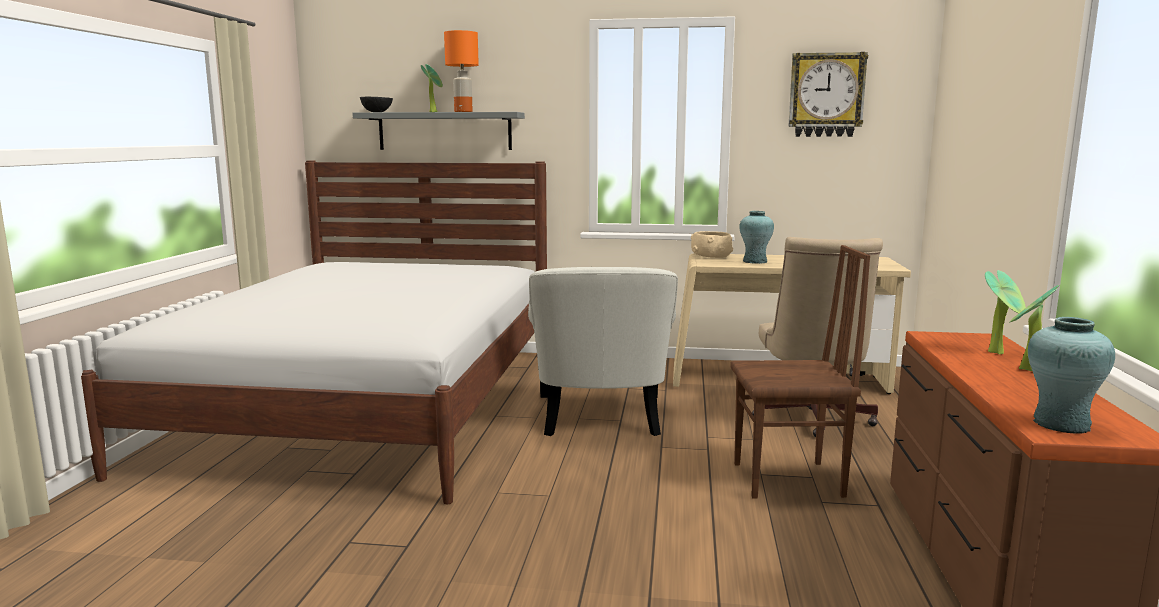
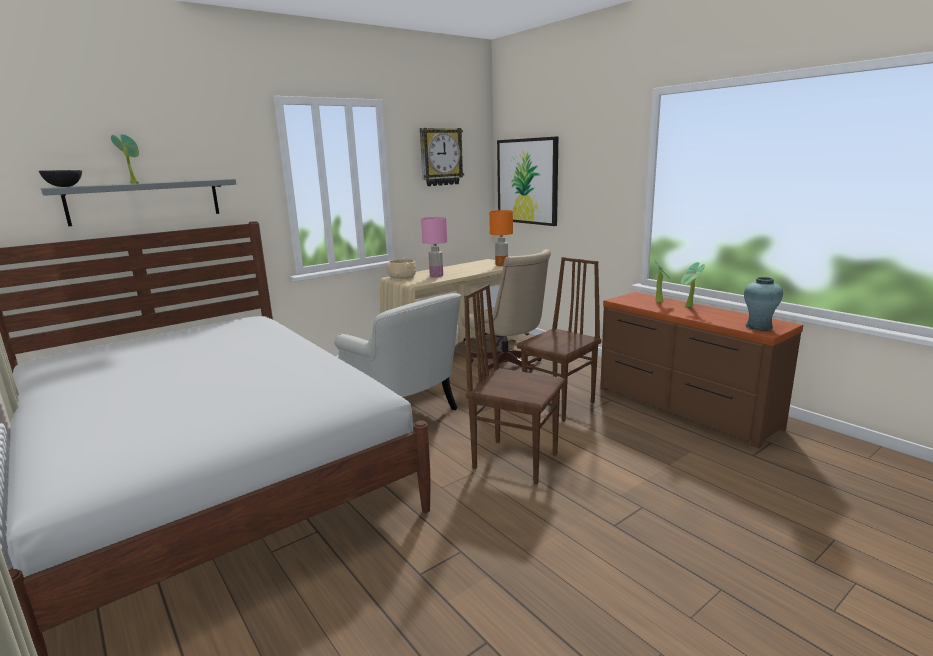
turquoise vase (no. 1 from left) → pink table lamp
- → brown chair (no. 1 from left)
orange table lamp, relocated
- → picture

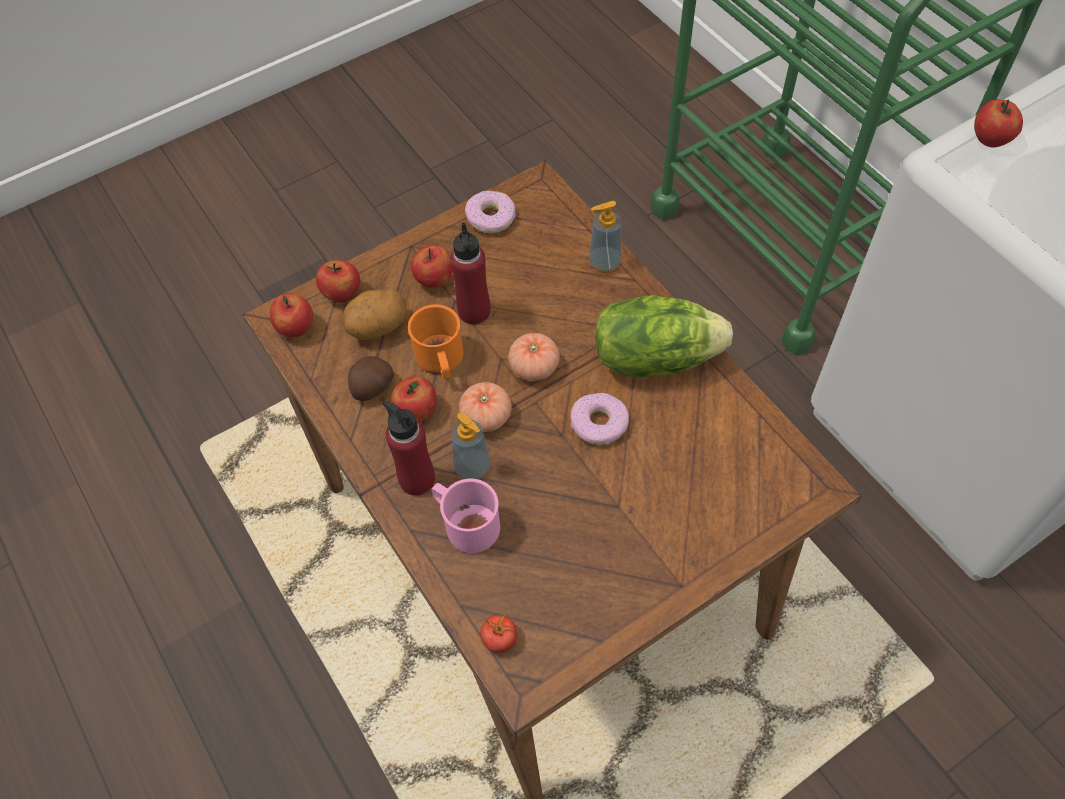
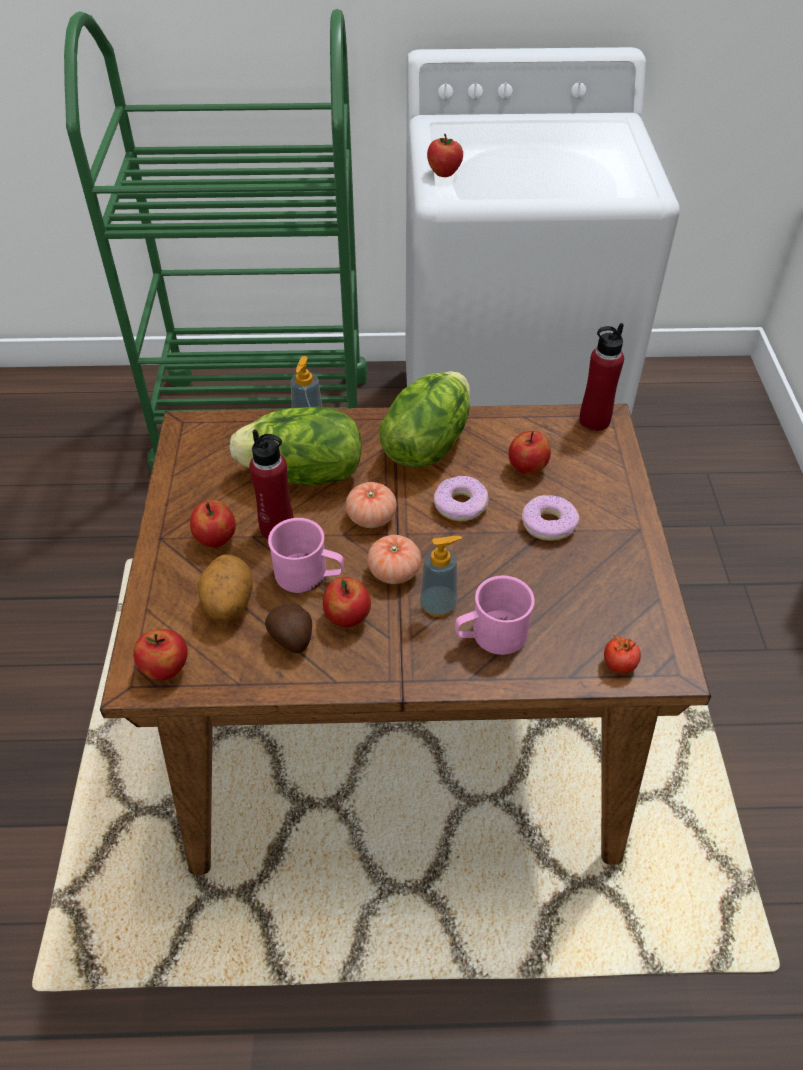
- → lettuce (no. 1 from left)
orange mug → pink mug (no. 1 from left)
apple (no. 2 from left in the first image) → apple (no. 5 from left), relocated
donut (no. 1 from left in the first image) → donut (no. 2 from left), relocated
red bottle (no. 1 from left in the first image) → red bottle (no. 2 from left), relocated

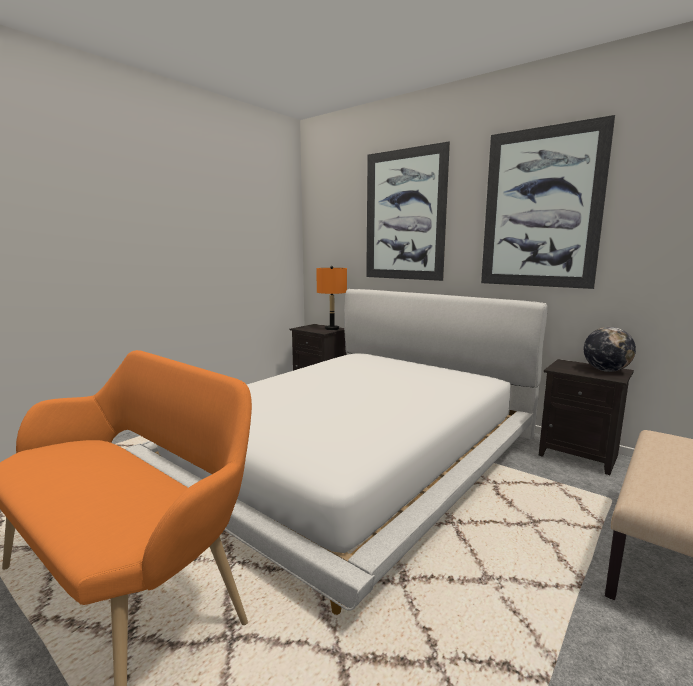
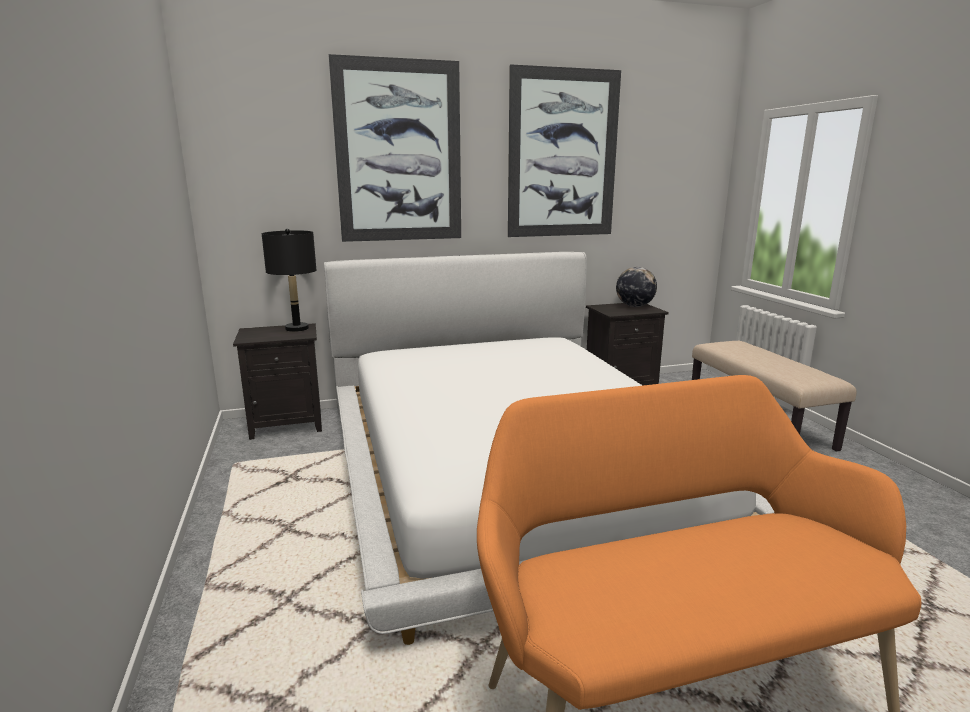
orange table lamp → black table lamp

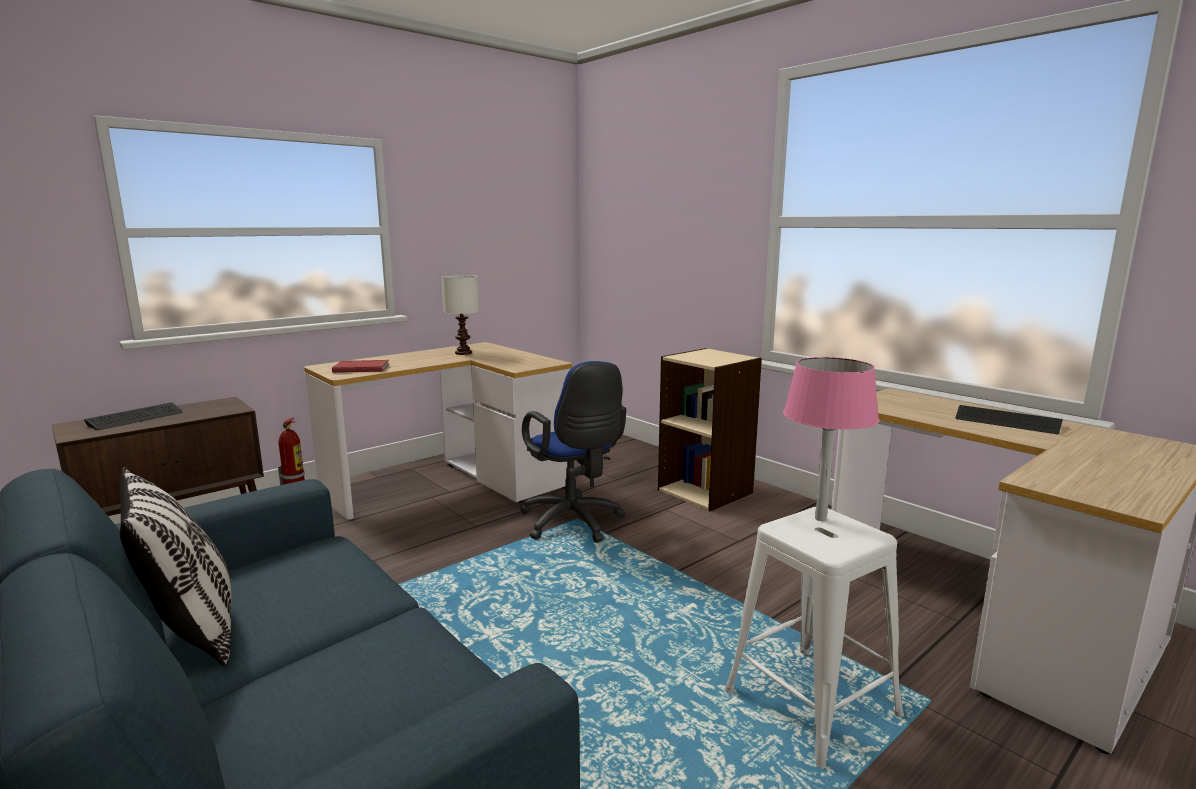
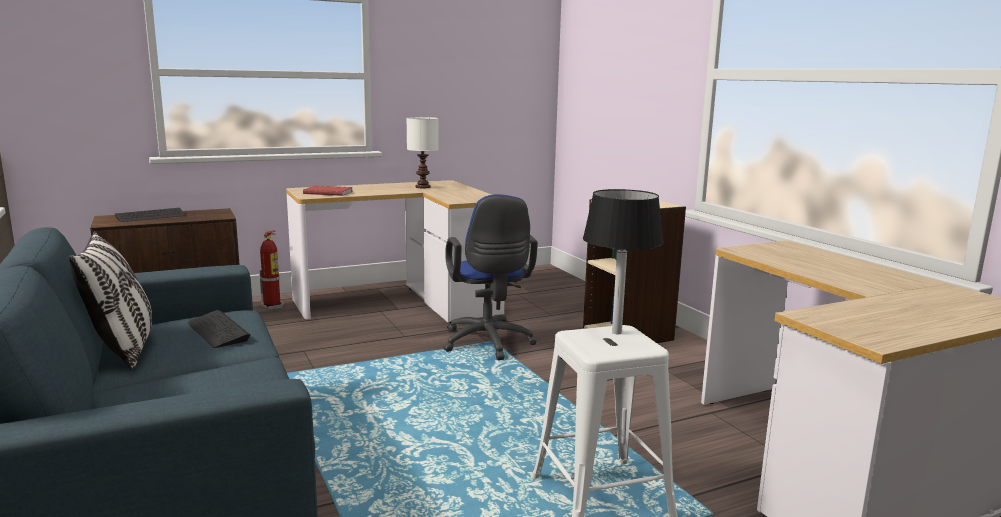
keyboard (no. 2 from left), relocated
pink table lamp → black table lamp

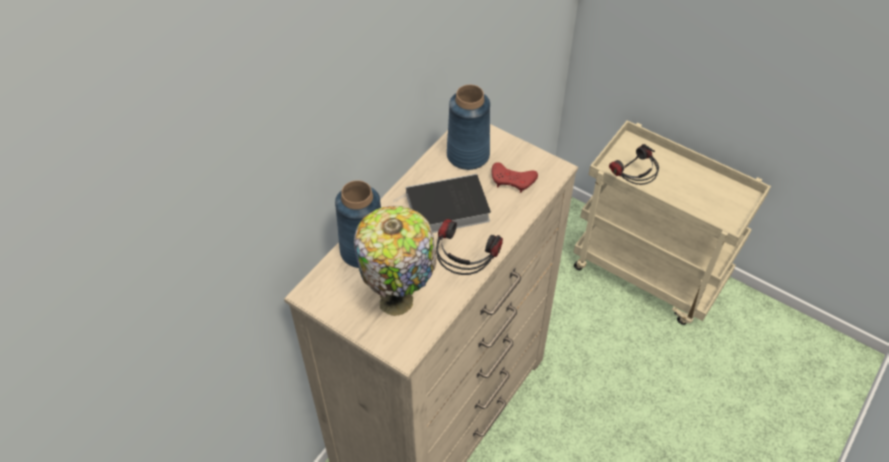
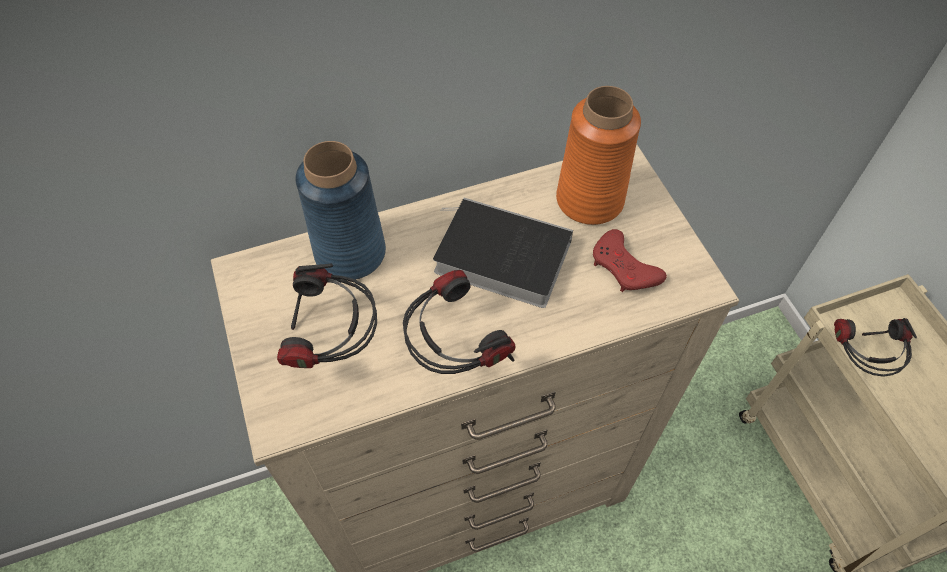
table lamp → headphones (no. 1 from left)
blue vase (no. 2 from left) → orange vase

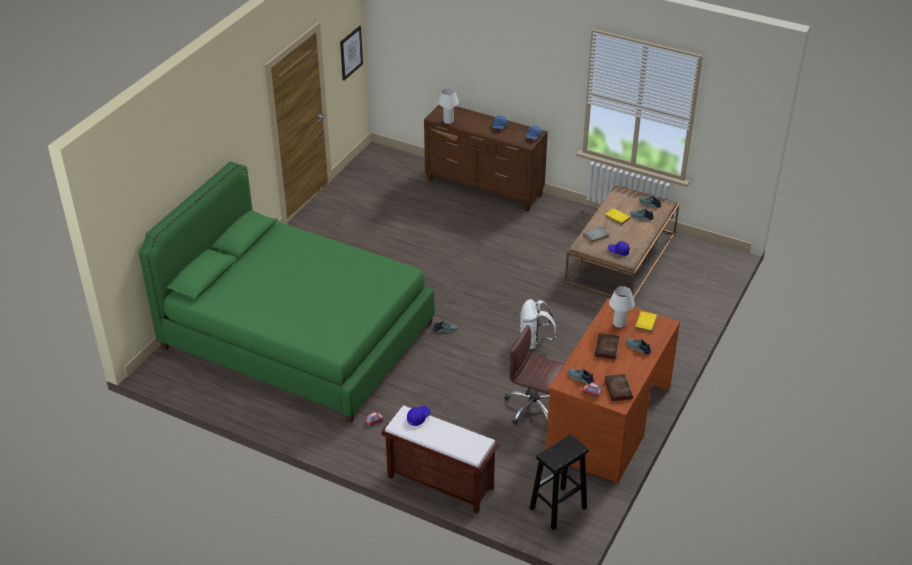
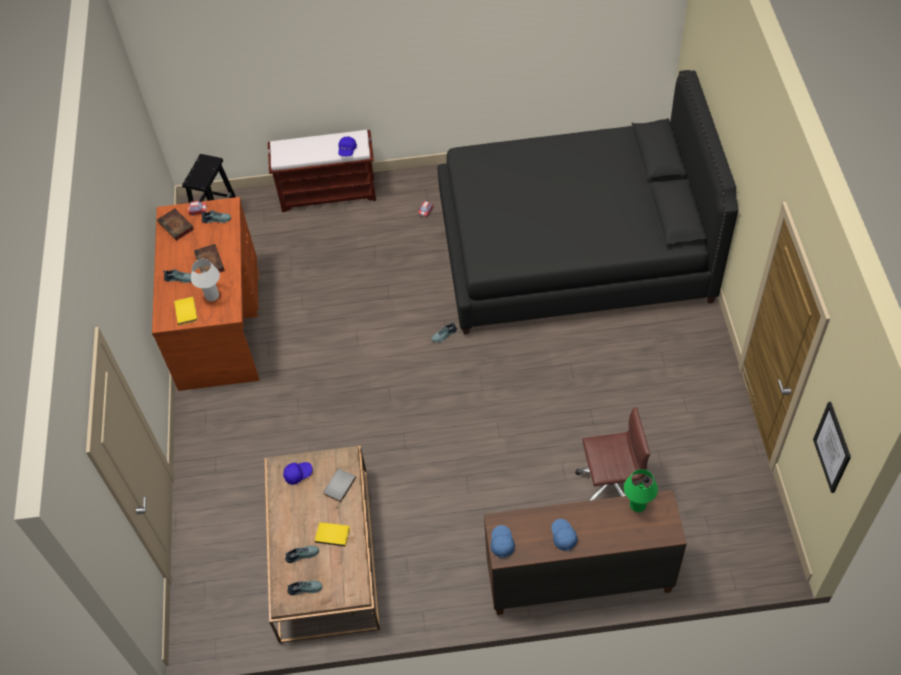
green bed → black bed
brown office chair, relocated
white table lamp (no. 1 from left) → green table lamp
white backpack → -

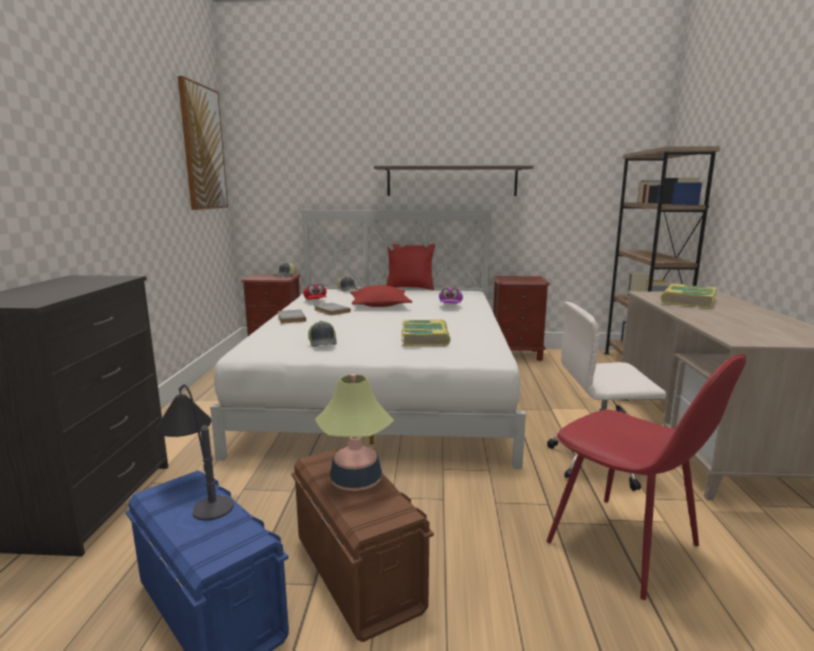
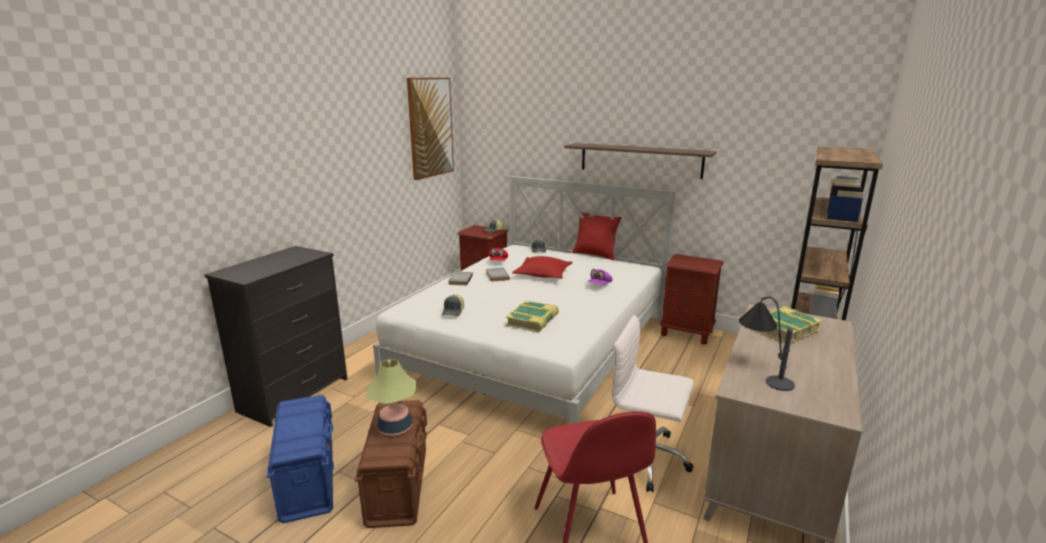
table lamp (no. 1 from left in the first image) → table lamp (no. 2 from left), relocated

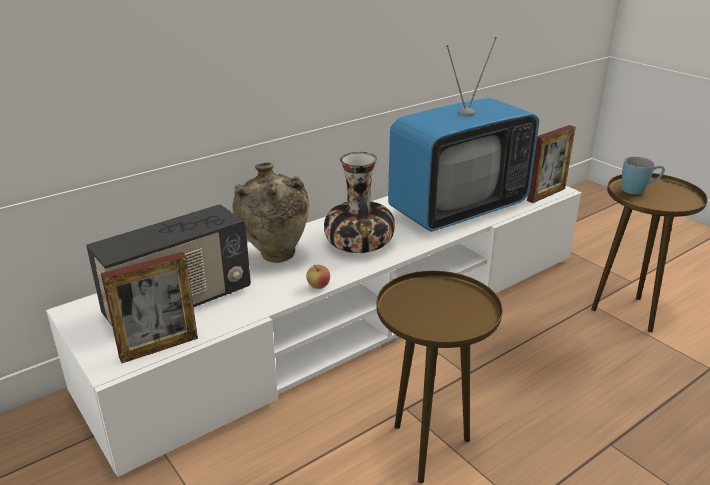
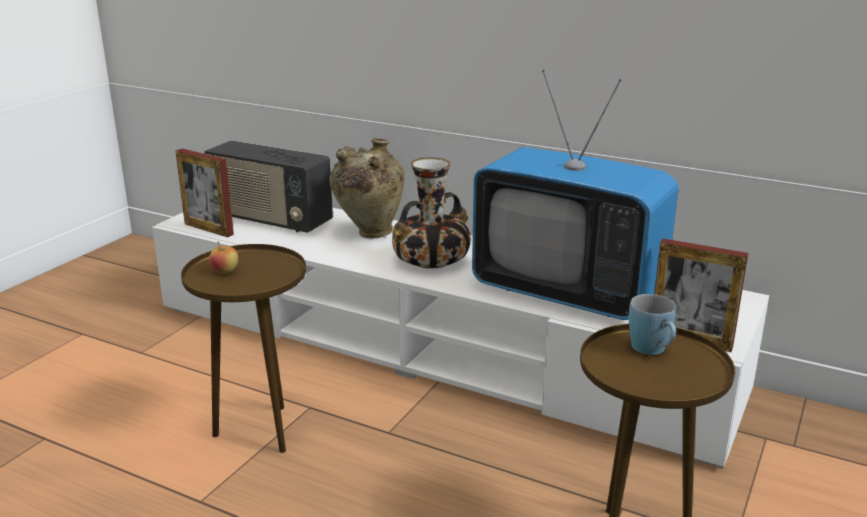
apple, relocated

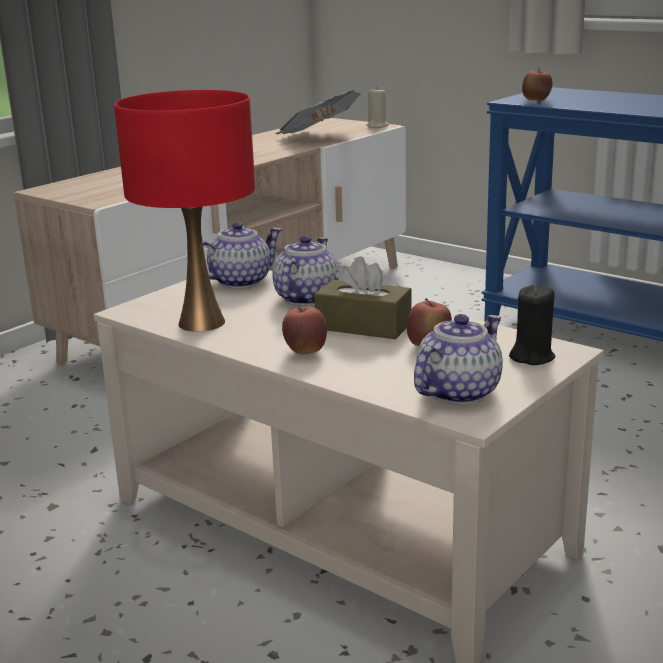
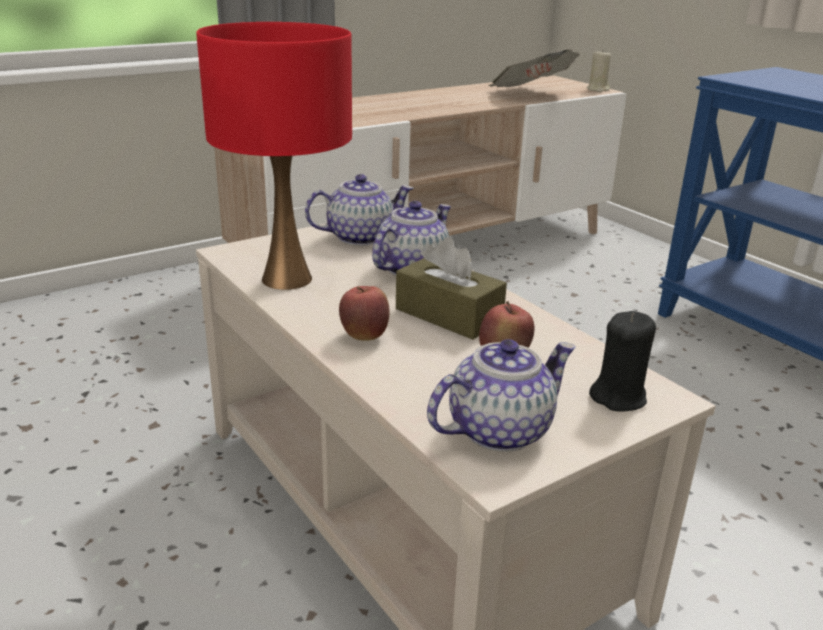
apple (no. 3 from left) → -

